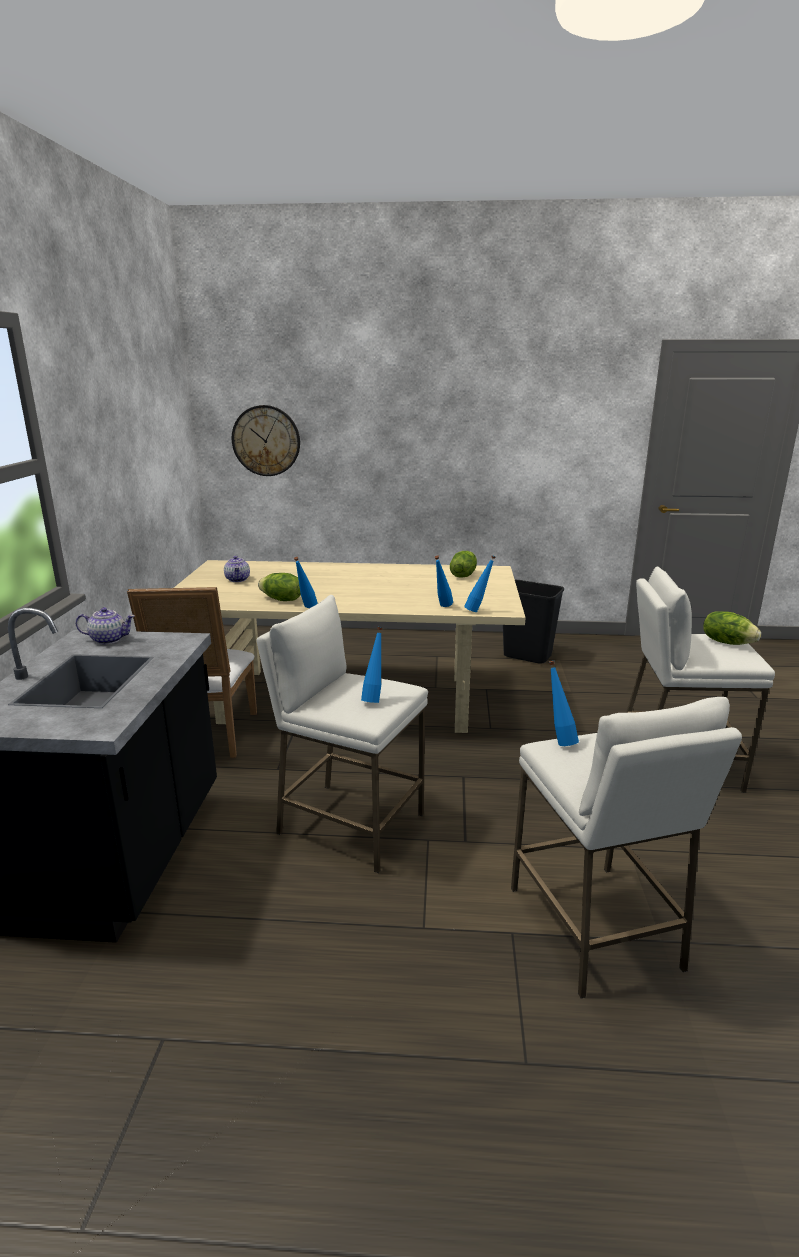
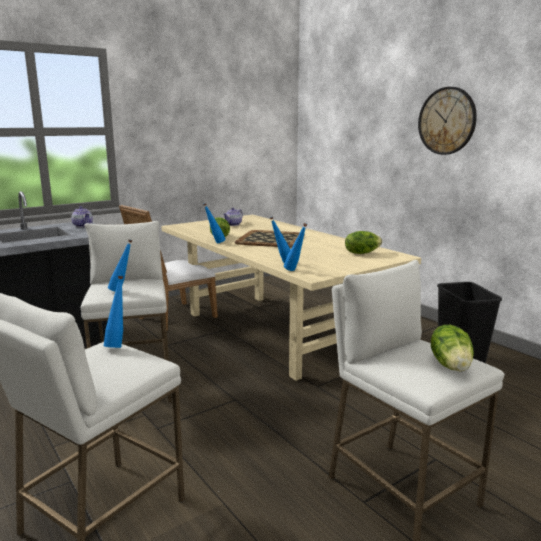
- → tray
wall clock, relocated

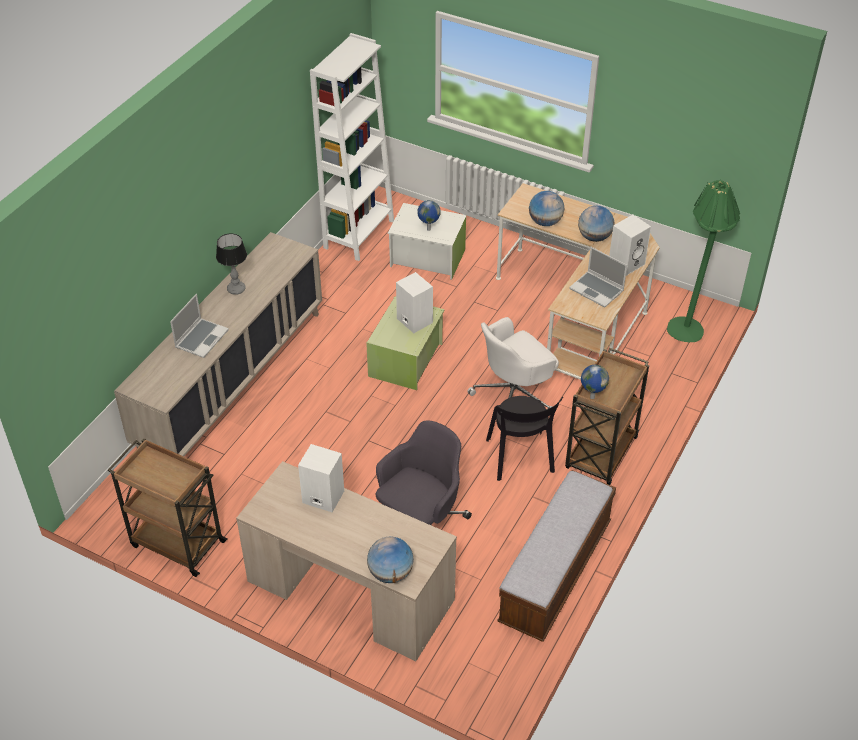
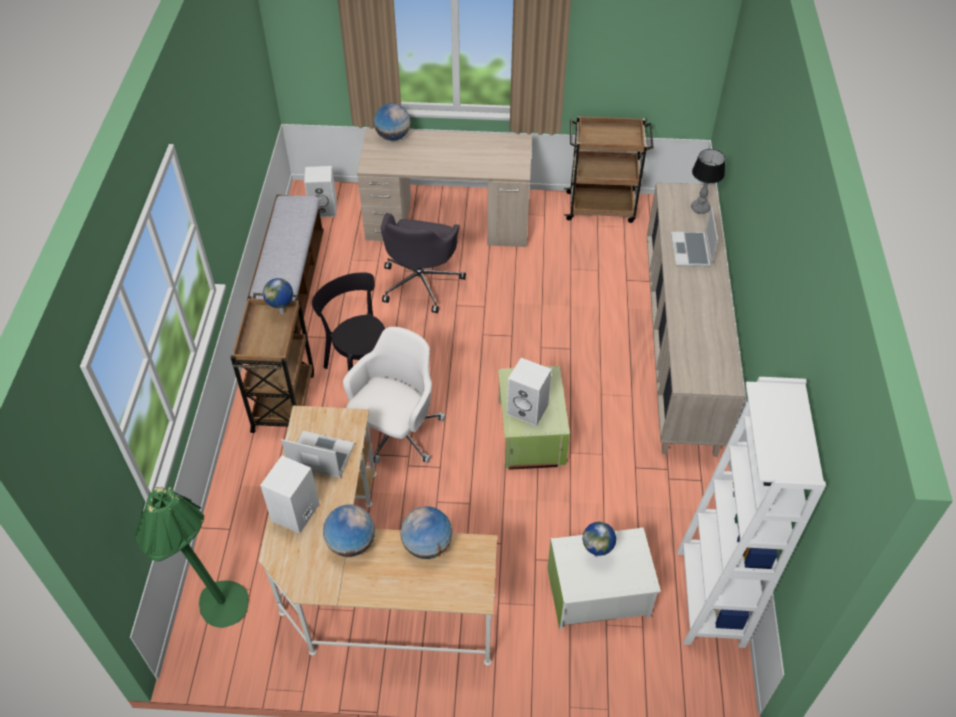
white speaker (no. 1 from left in the first image) → white speaker (no. 2 from left), relocated
table lamp, relocated

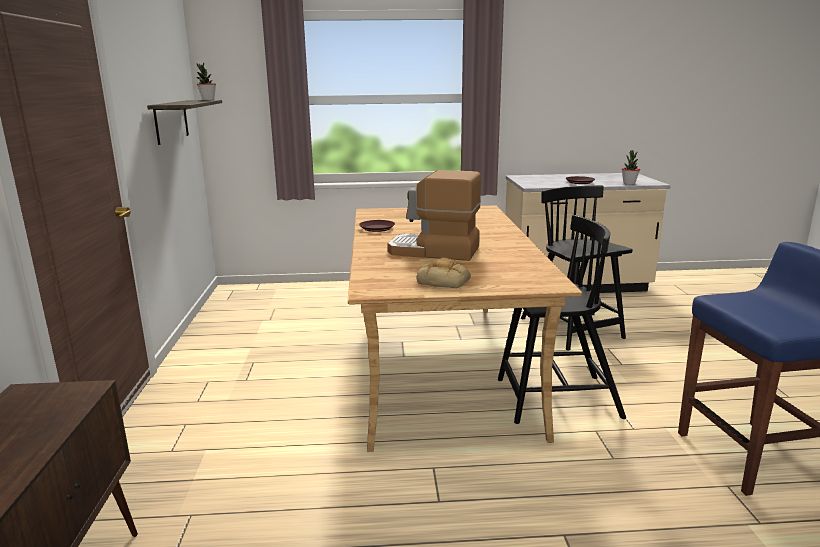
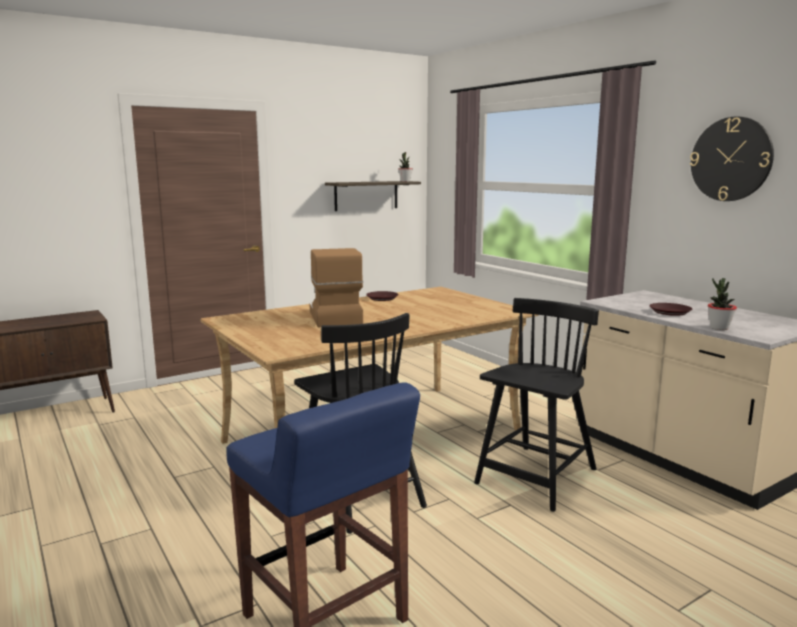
- → wall clock
bread → -

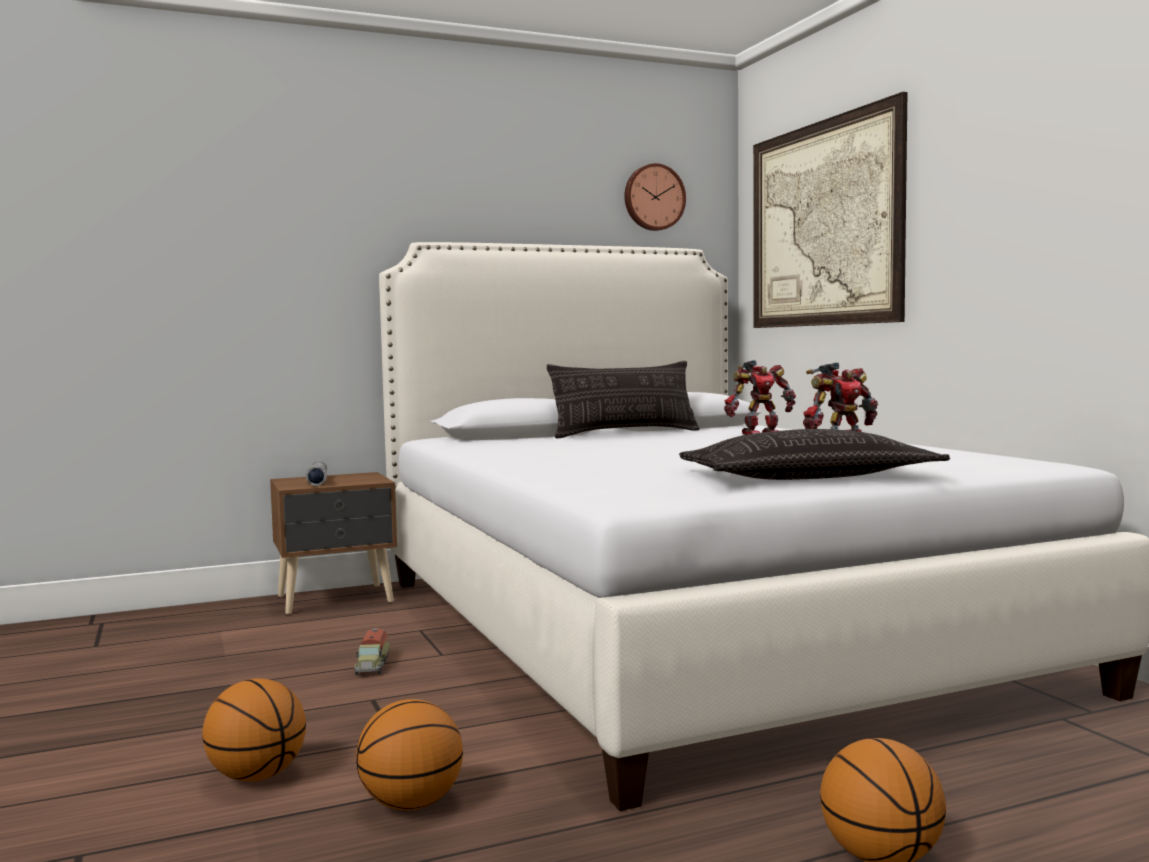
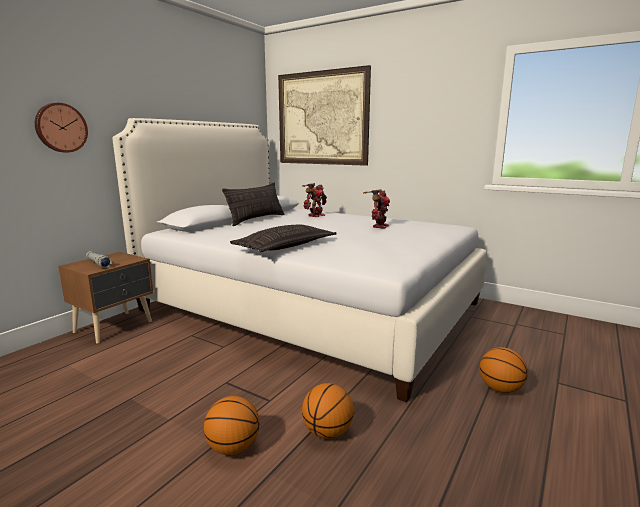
wall clock, relocated
pillow (no. 2 from left), relocated
toy truck → -

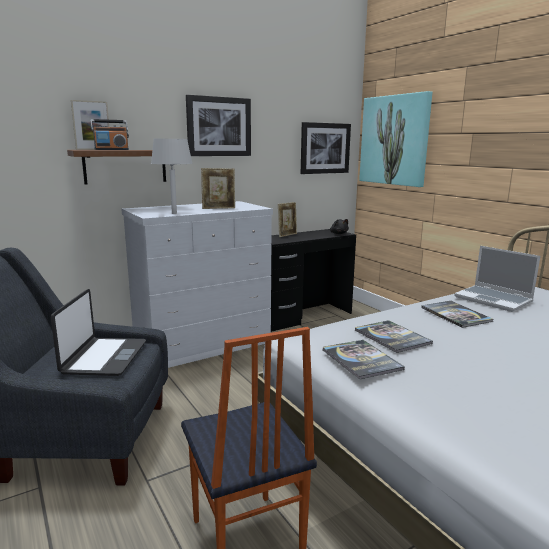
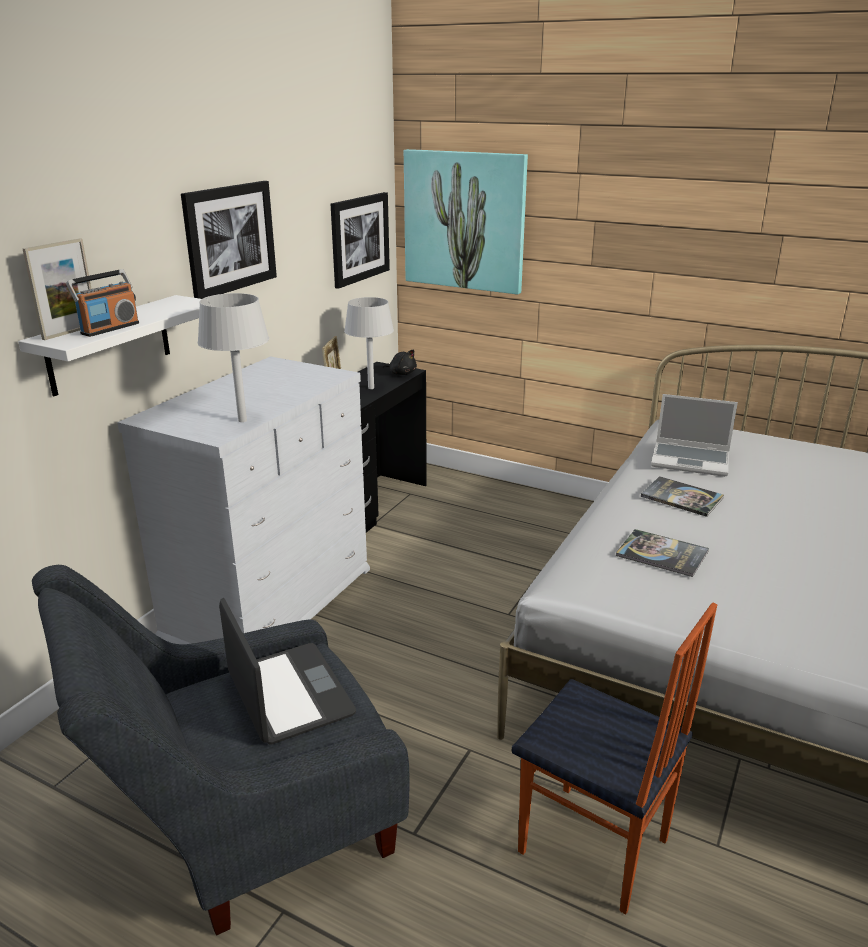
brown shelf → white shelf
- → grey table lamp (no. 2 from left)
picture frame (no. 2 from left) → -
book (no. 1 from left) → -

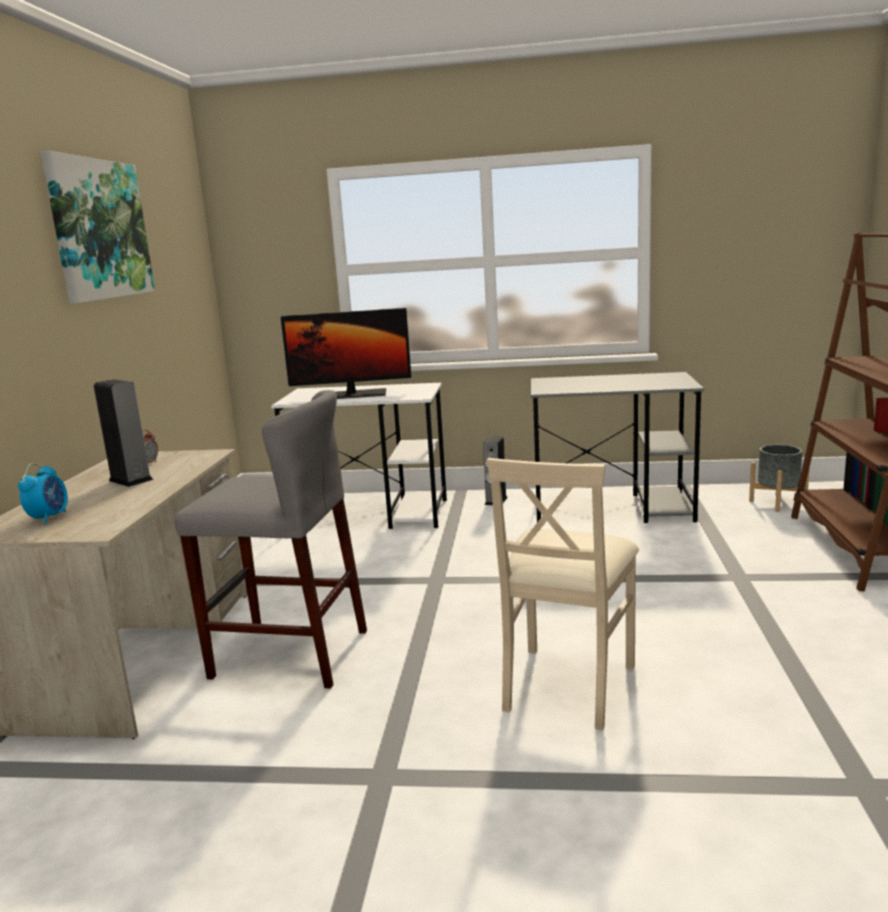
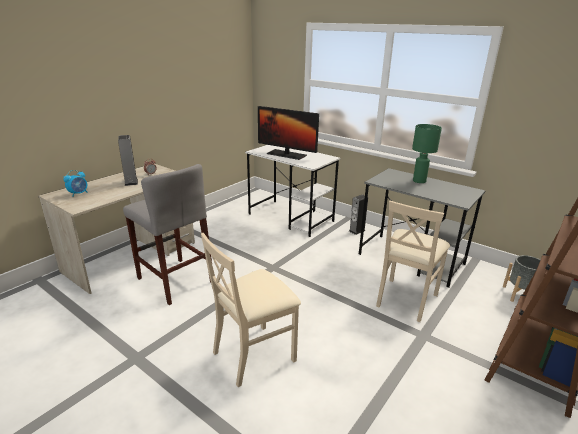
- → beige chair (no. 2 from left)
- → green table lamp
picture → -

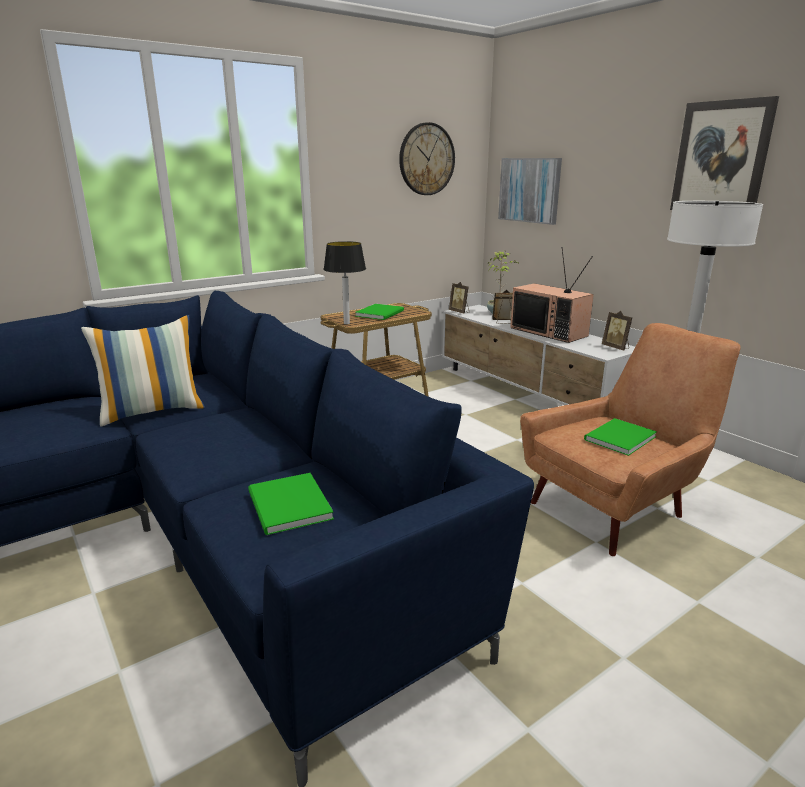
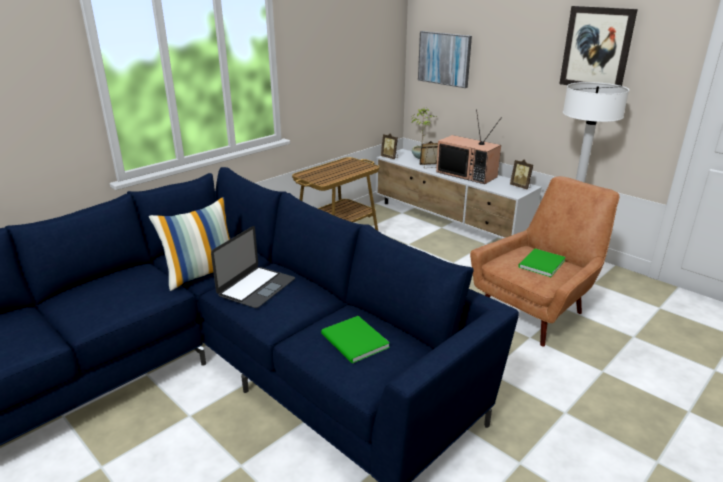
- → laptop
table lamp → -
green book (no. 2 from left) → -
wall clock → -

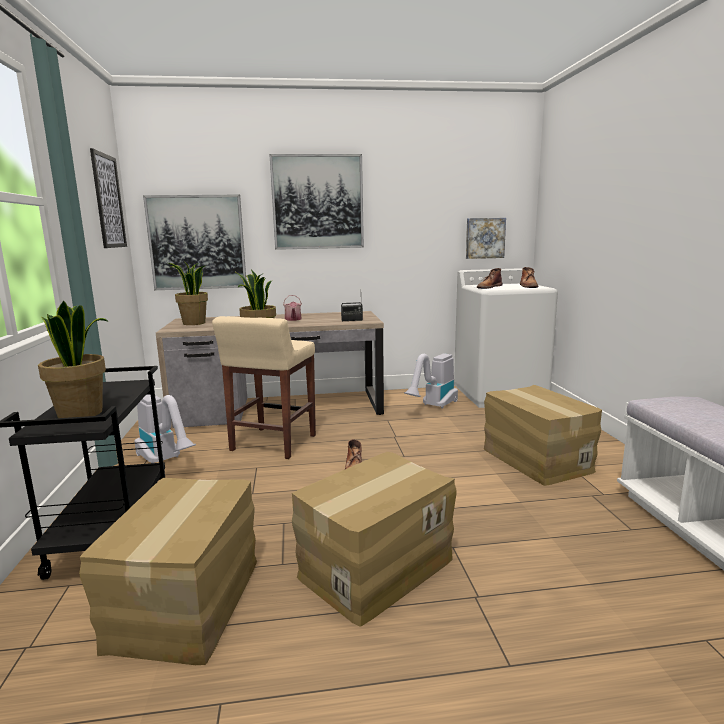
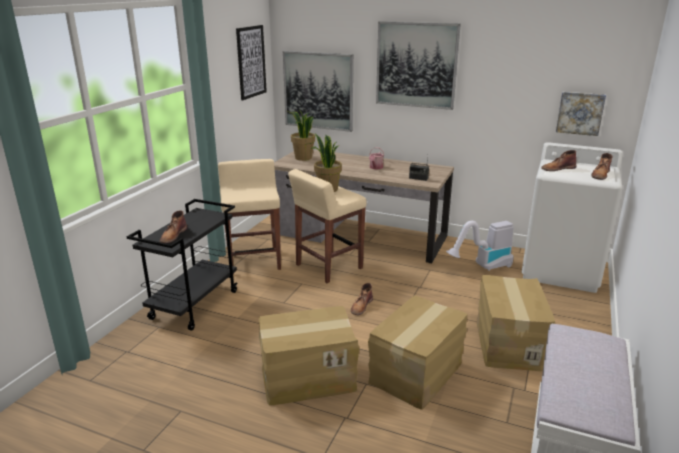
potted plant (no. 1 from left) → brown boot (no. 1 from left)
vacuum cleaner (no. 1 from left) → beige stool (no. 1 from left)
cardboard box (no. 1 from left in the first image) → cardboard box (no. 2 from left), relocated

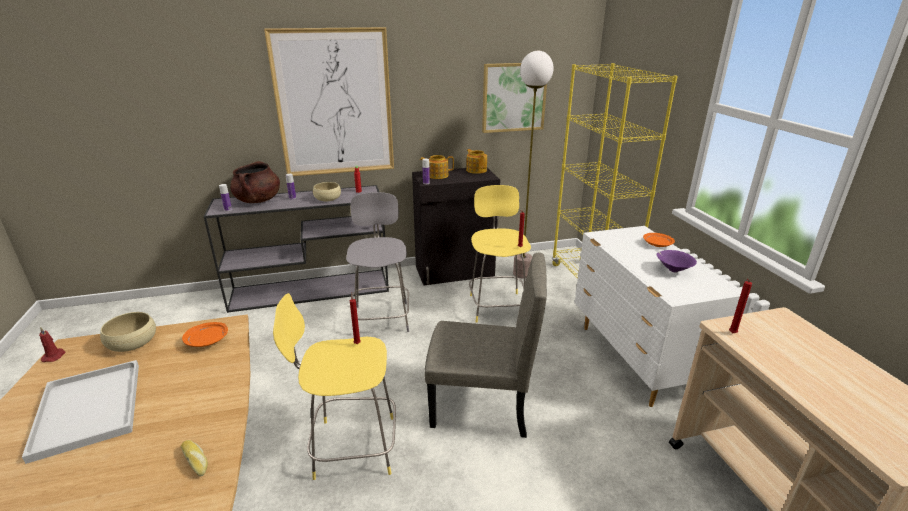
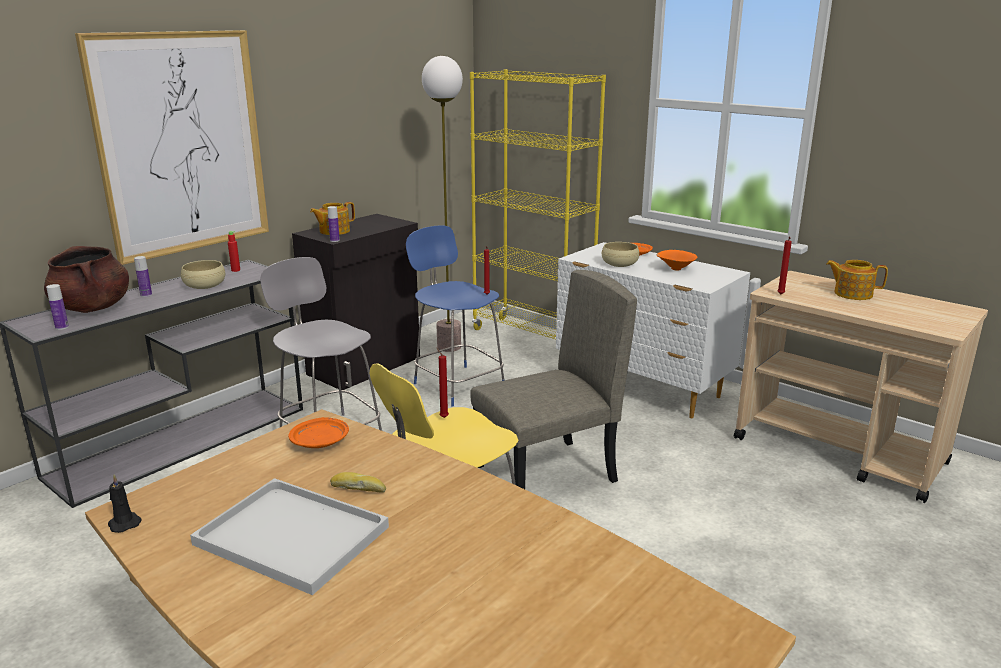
red candle (no. 1 from left) → black candle
bread, relocated
yellow stool (no. 2 from left) → blue stool
beige bowl (no. 1 from left in the first image) → beige bowl (no. 2 from left), relocated
purple bowl → orange bowl
teapot (no. 2 from left), relocated
picture (no. 2 from left) → -

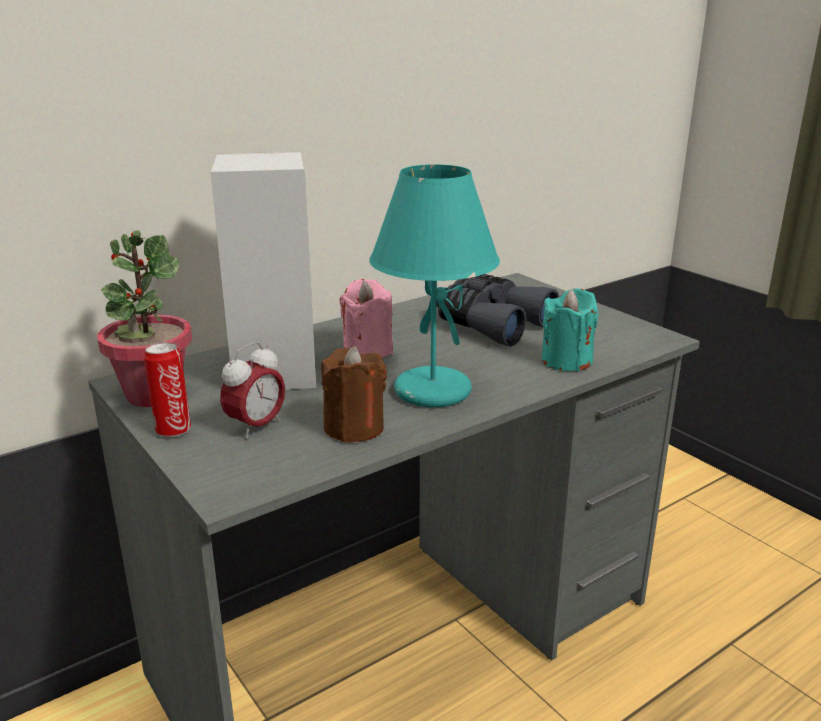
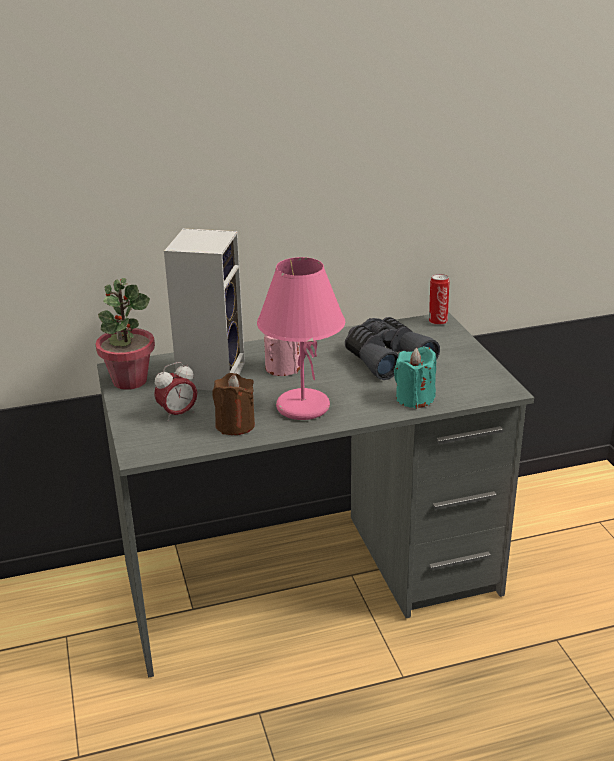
turquoise table lamp → pink table lamp
can, relocated

